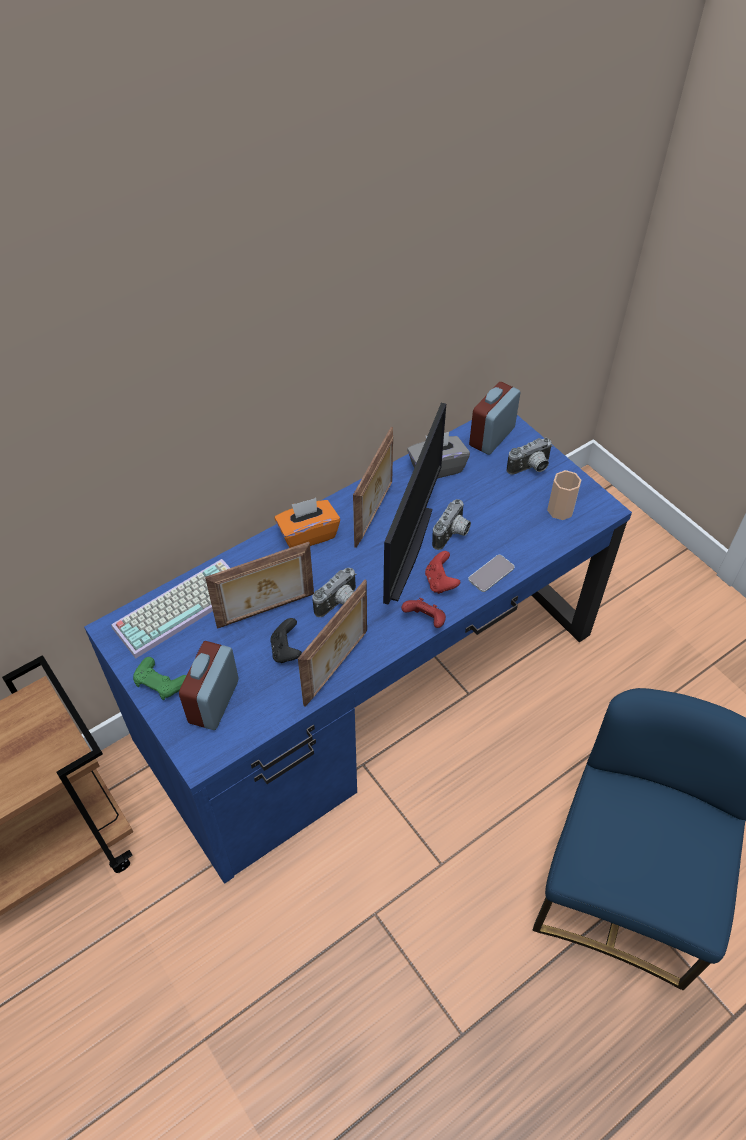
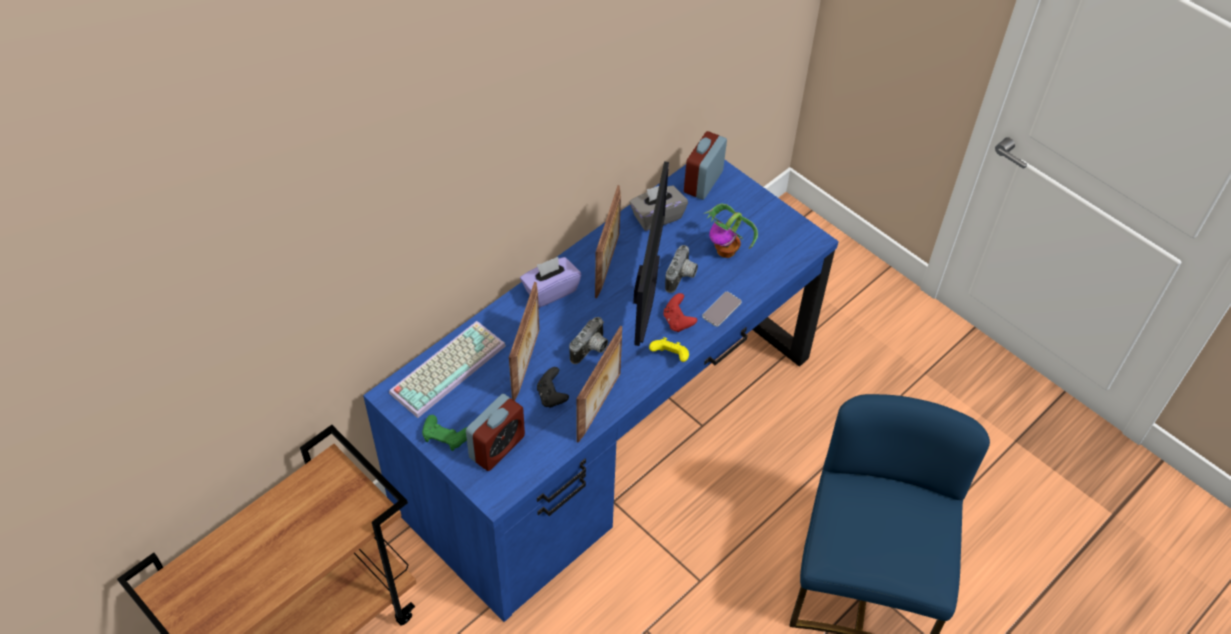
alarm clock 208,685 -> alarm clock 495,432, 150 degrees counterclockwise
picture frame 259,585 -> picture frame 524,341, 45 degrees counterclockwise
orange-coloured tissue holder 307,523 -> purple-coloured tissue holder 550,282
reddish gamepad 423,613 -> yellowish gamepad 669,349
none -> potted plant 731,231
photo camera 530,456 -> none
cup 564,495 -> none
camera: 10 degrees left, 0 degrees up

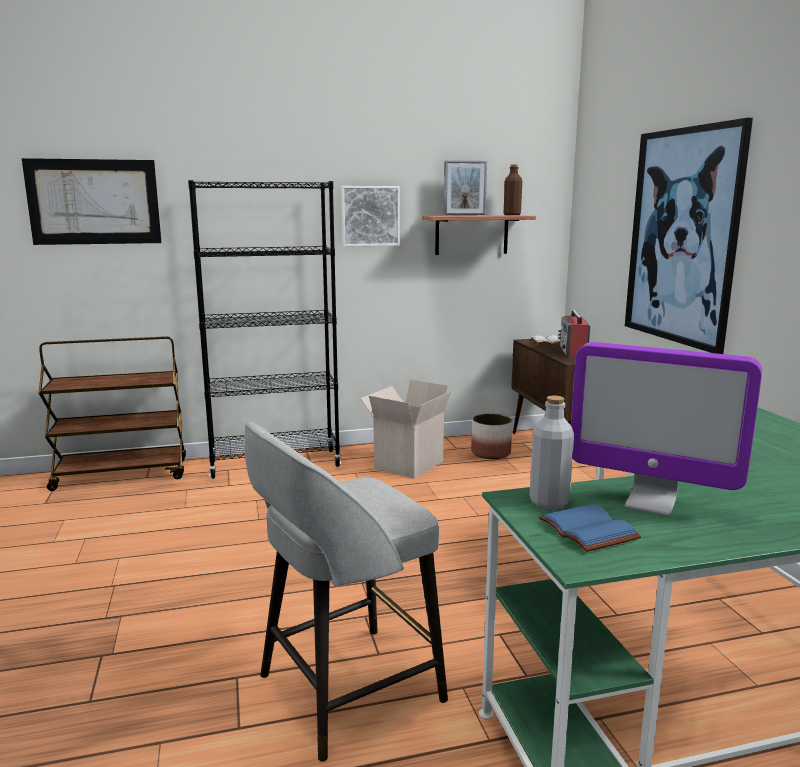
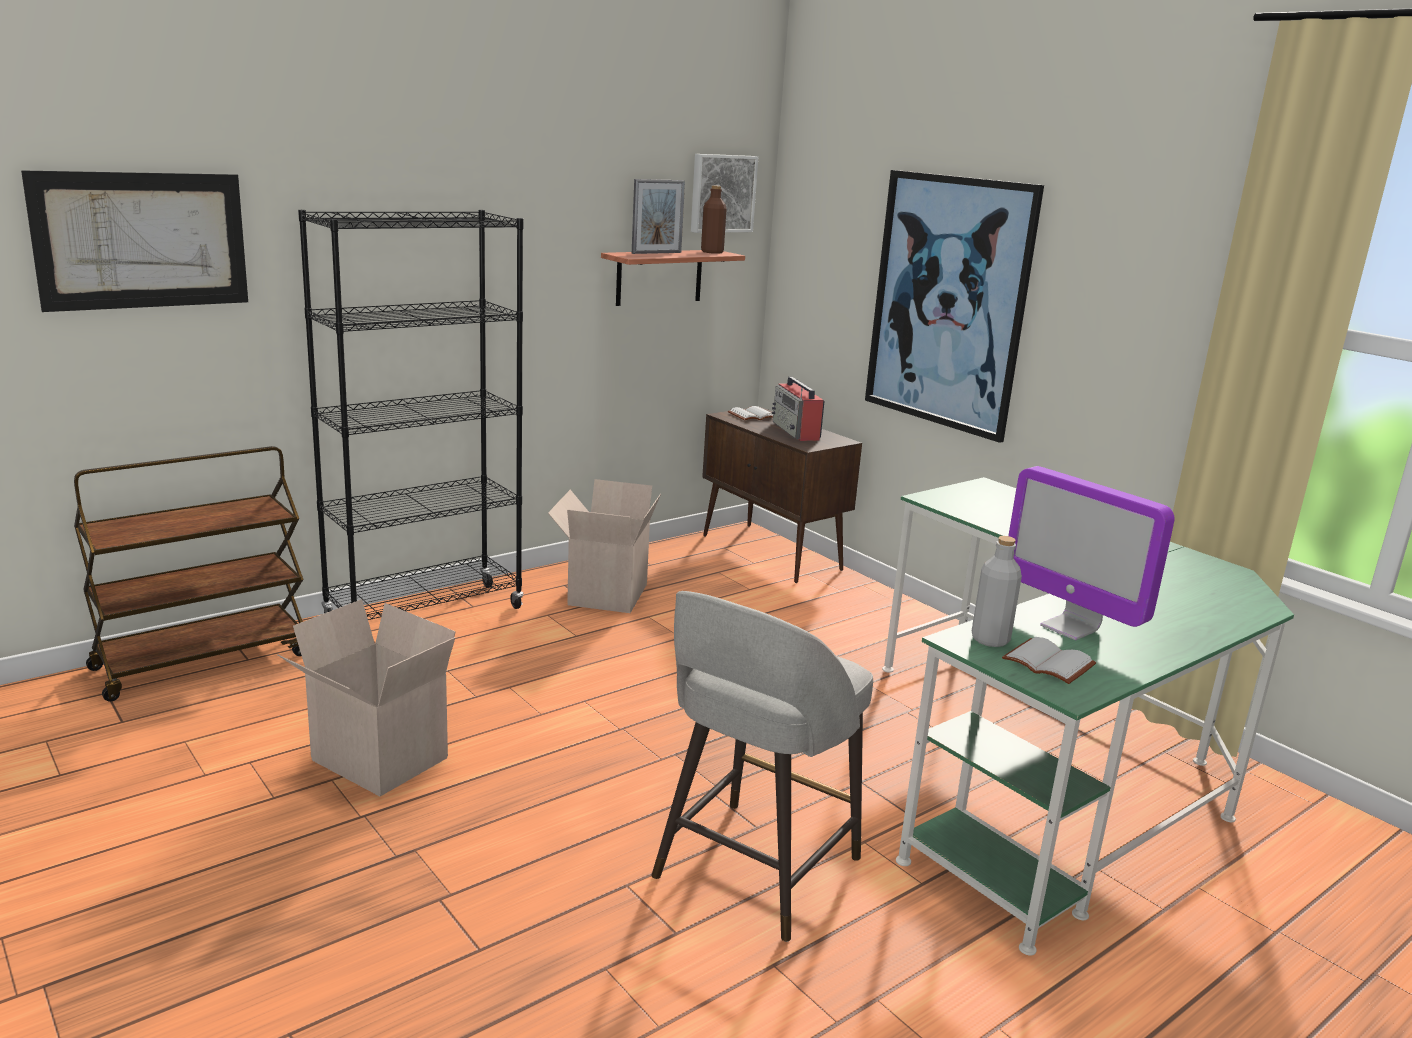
none -> packing box 367,697
picture 370,216 -> picture 724,193, moved
blue bound book 590,528 -> white-coloured bound book 1049,660
computer display 666,429 -> computer display 1091,553, 45 degrees clockwise
plant pot 491,436 -> none
camera: 25 degrees left, 5 degrees up

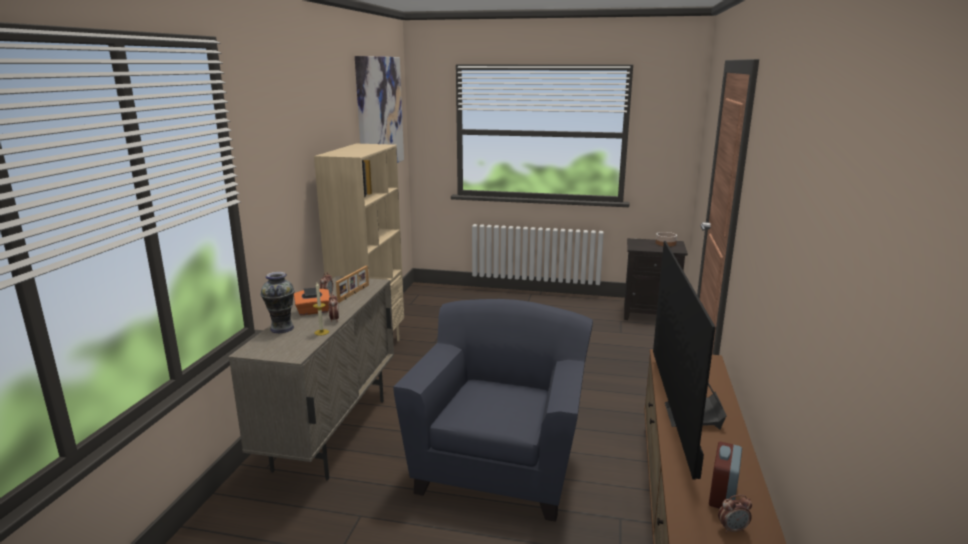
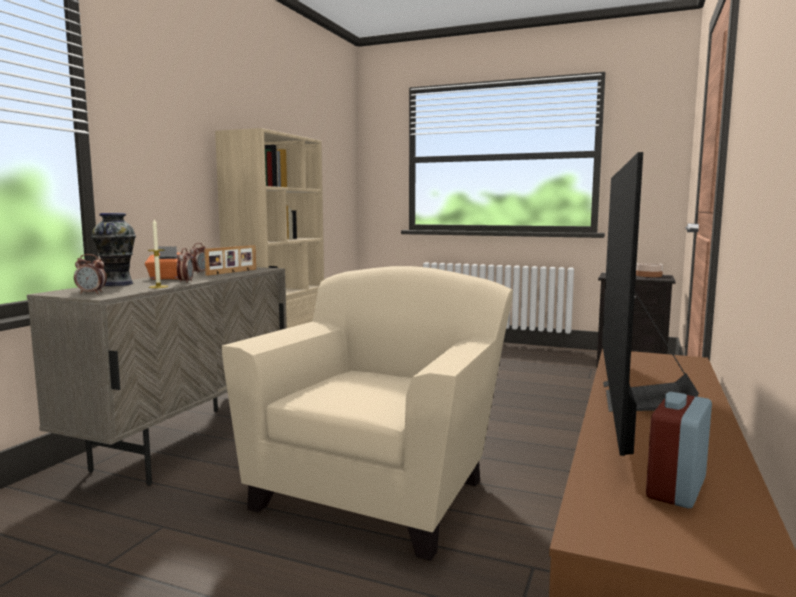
alarm clock 735,514 -> alarm clock 90,274, moved
blue lounge chair 493,410 -> beige lounge chair 367,413
picture 379,109 -> none
camera: 10 degrees right, 10 degrees down

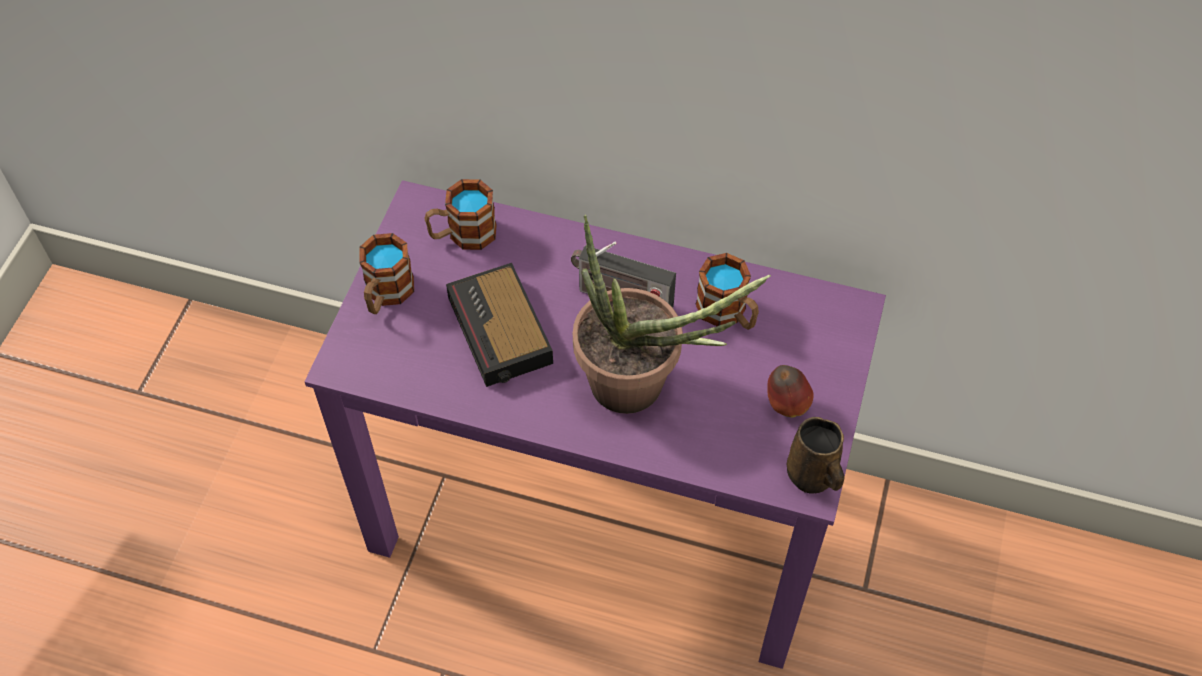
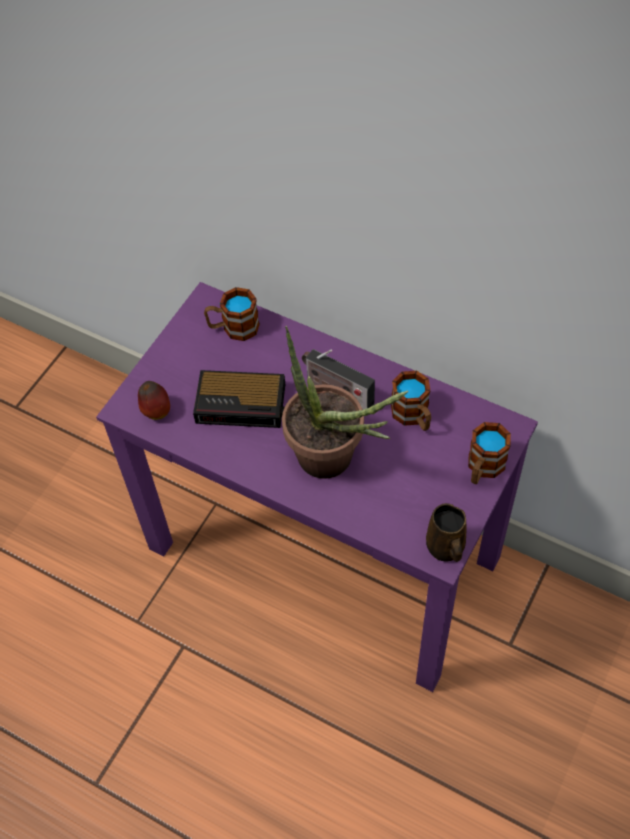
whole apple 790,391 -> whole apple 154,400, moved
alarm clock 499,325 -> alarm clock 239,399, 75 degrees counterclockwise
mug 386,273 -> mug 489,453, moved
camera: 15 degrees right, 0 degrees up

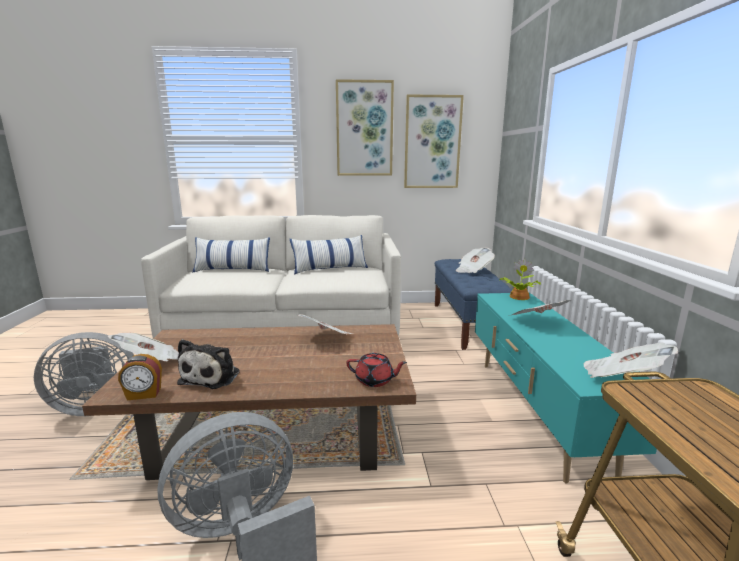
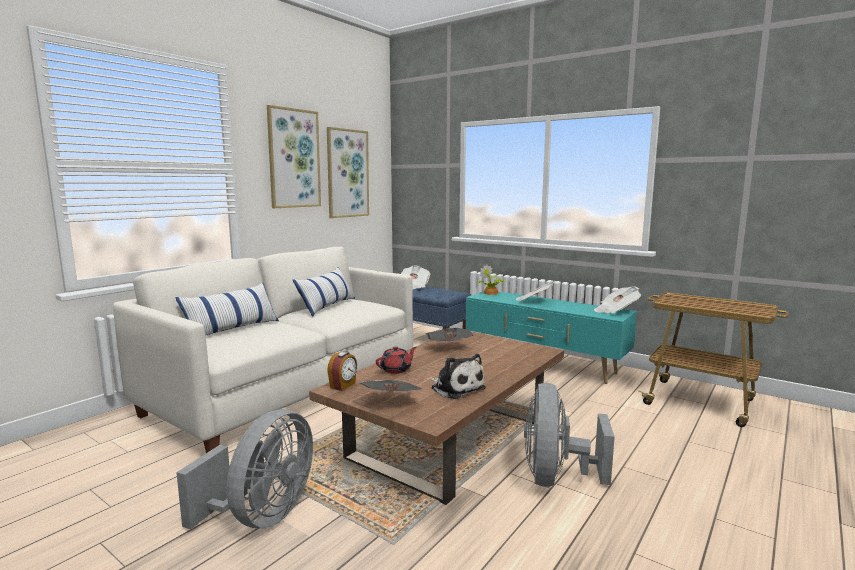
alarm clock 140,377 -> alarm clock 342,371, moved
reddish teapot 376,369 -> reddish teapot 396,360, moved
camera: 50 degrees left, 5 degrees down

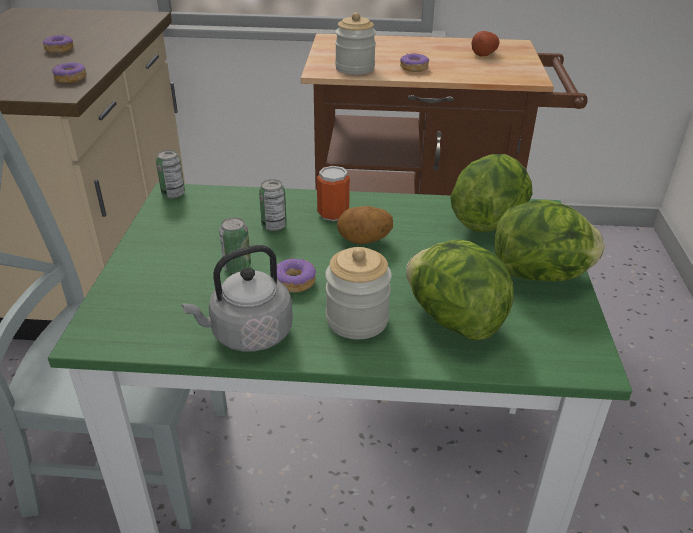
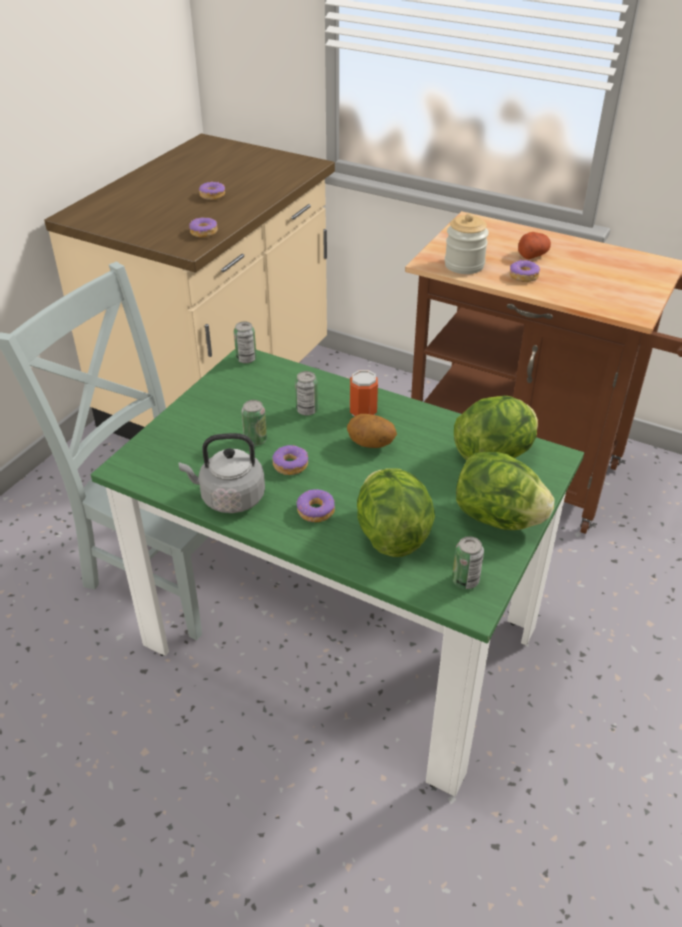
preserve jar 358,293 -> ring doughnut 316,505
none -> metal can 468,562
spud 485,43 -> spud 534,245, moved
camera: 25 degrees right, 5 degrees up

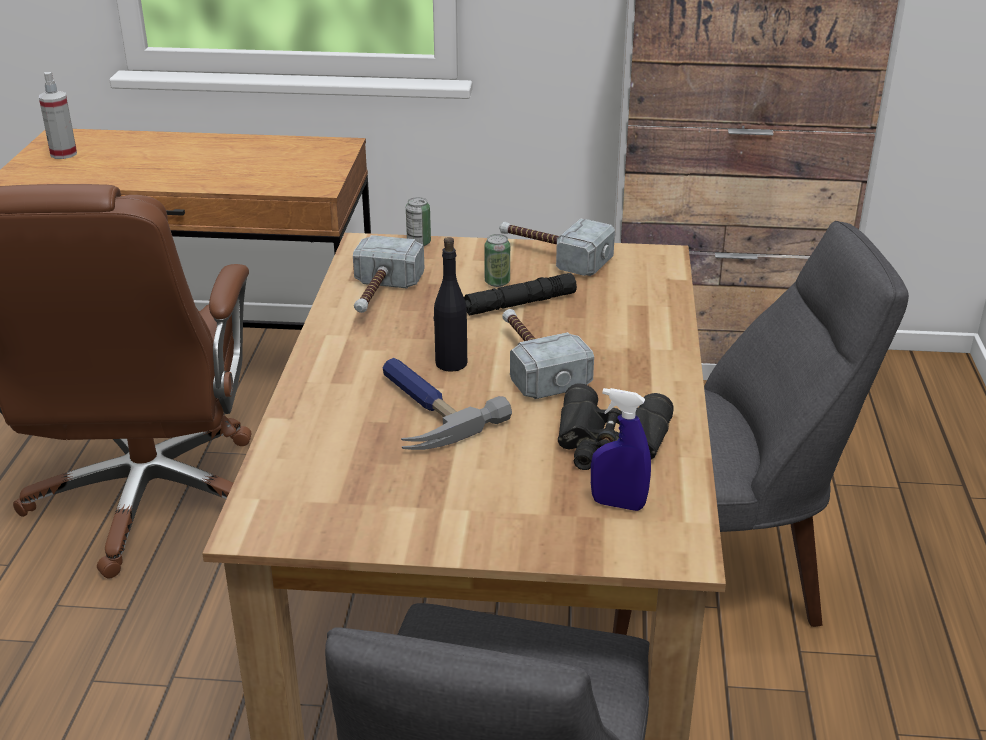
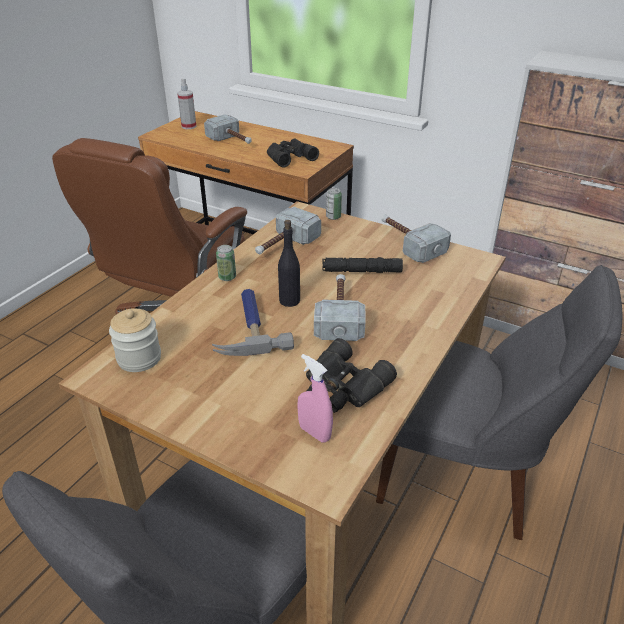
none -> preserve jar 135,340
none -> tool hammer 228,129
metal can 497,260 -> metal can 226,263, moved
none -> black-coloured binoculars 293,153
blue hand sprayer 621,449 -> pinkish hand sprayer 315,398
camera: 25 degrees right, 5 degrees up

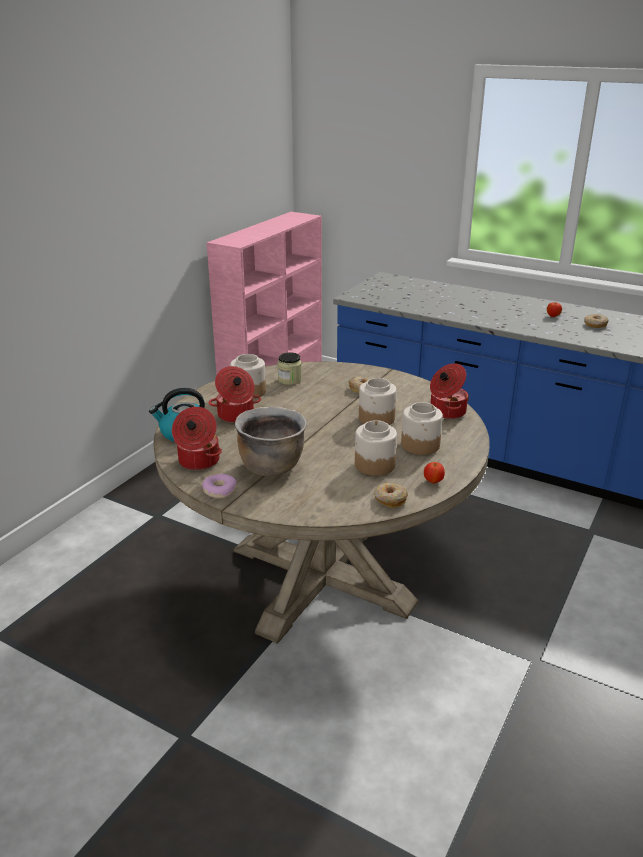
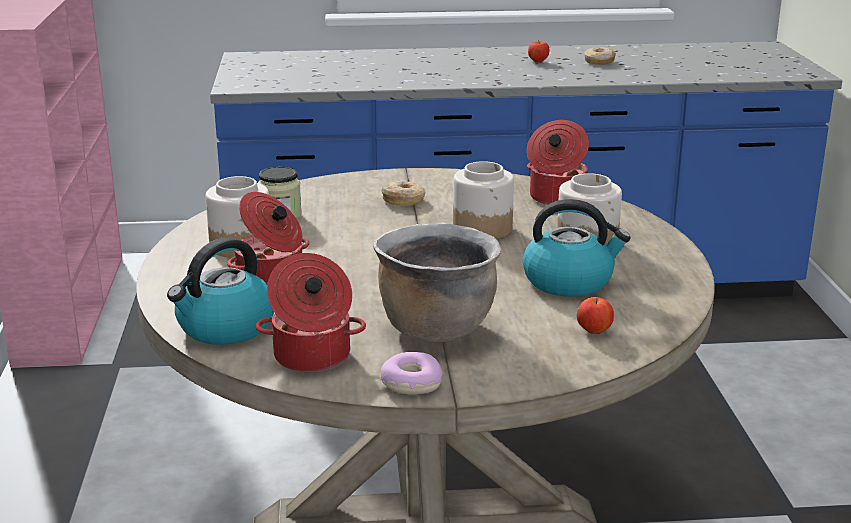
preserve jar 376,448 -> kettle 576,248
whole apple 434,473 -> whole apple 595,315, moved
ring doughnut 391,495 -> none
camera: 35 degrees left, 5 degrees down

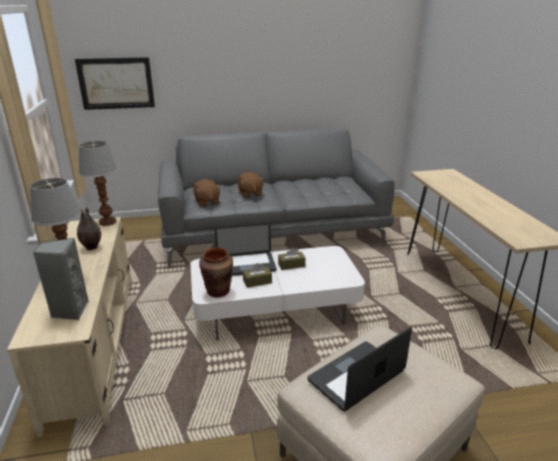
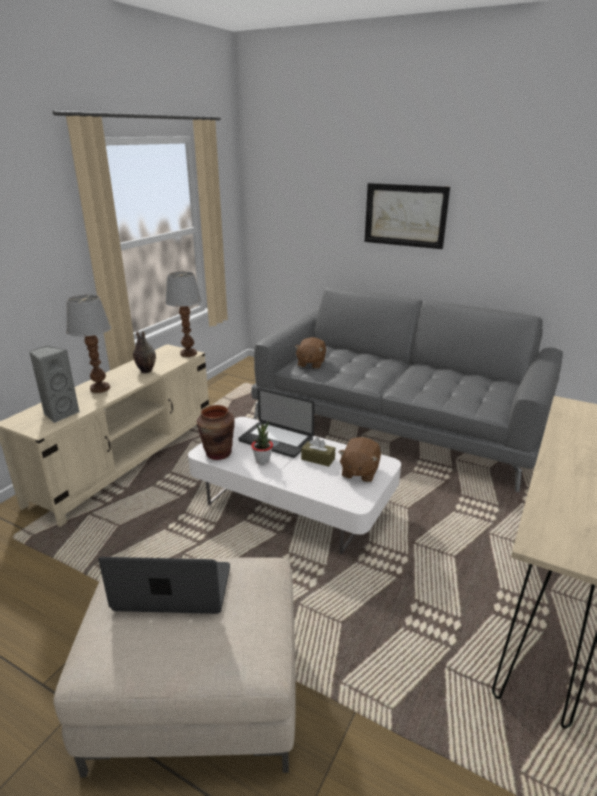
brownish tissue holder 257,275 -> potted plant 262,442
brownish cuddly toy 250,185 -> brownish cuddly toy 360,459, moved
picture 115,83 -> picture 407,216, moved
camera: 40 degrees right, 0 degrees up

